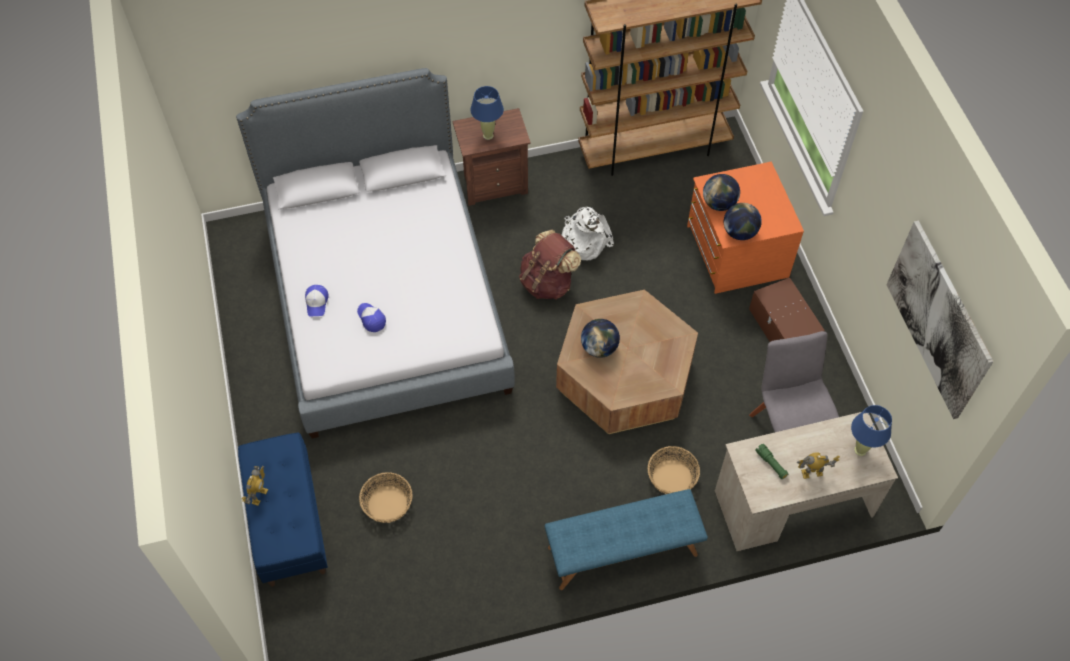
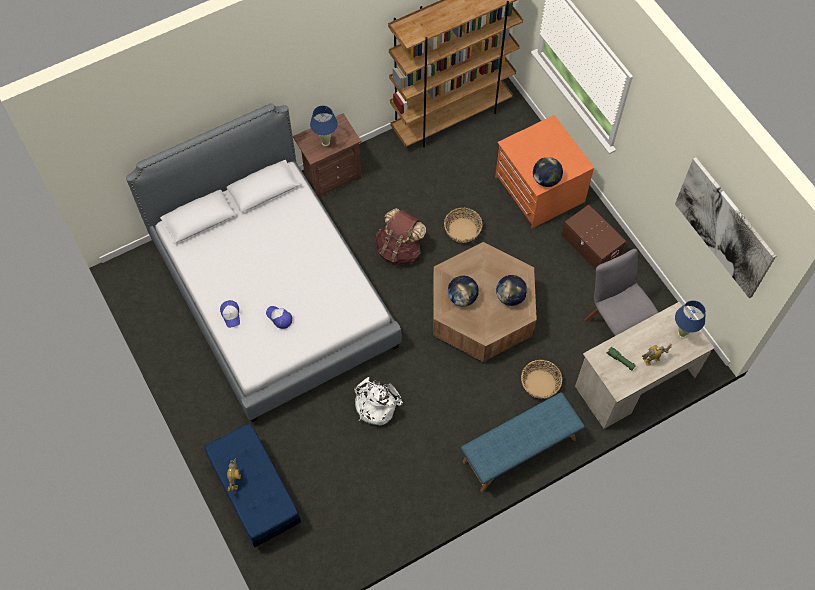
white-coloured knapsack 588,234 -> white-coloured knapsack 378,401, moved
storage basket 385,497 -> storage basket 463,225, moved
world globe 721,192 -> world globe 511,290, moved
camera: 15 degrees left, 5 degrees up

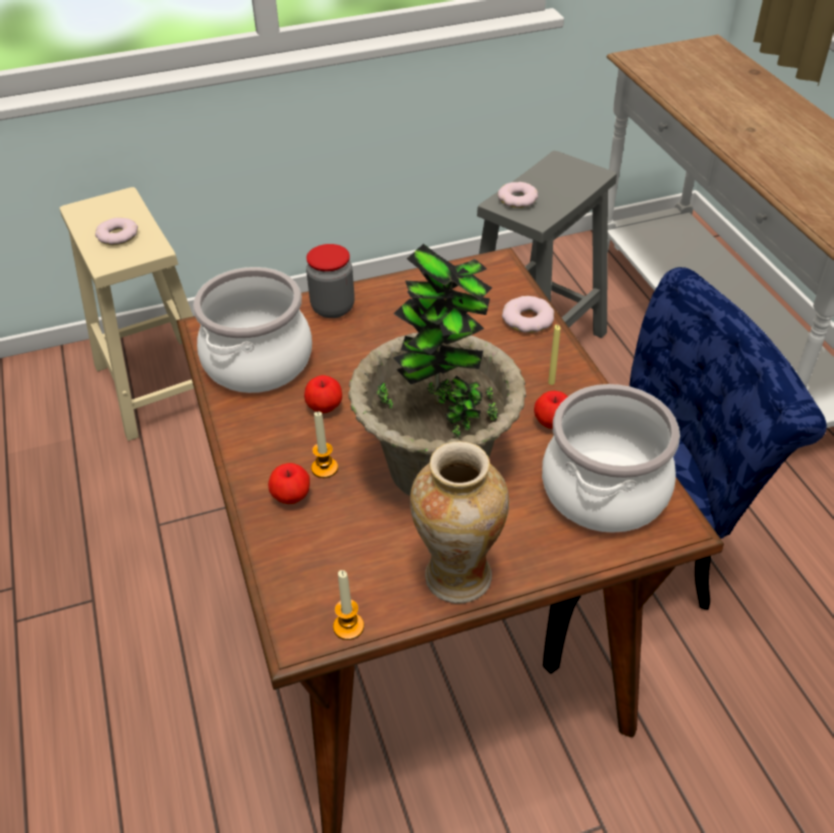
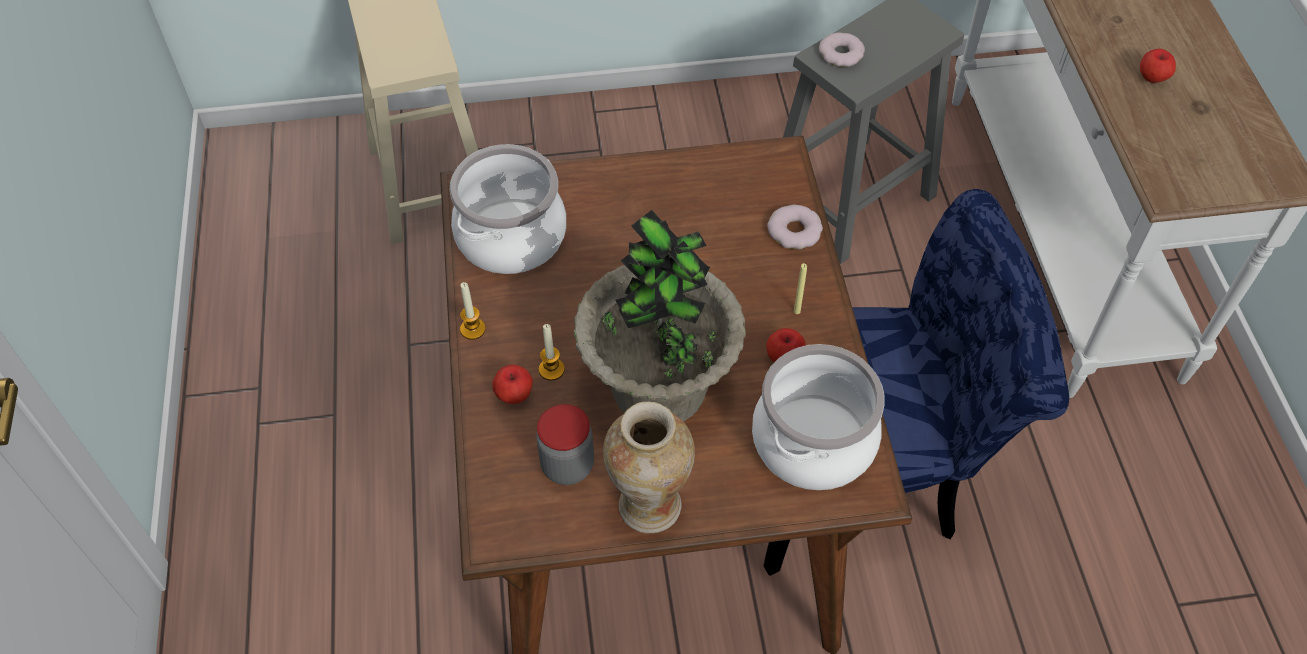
wax light 348,605 -> wax light 473,311, moved
preserve jar 330,281 -> preserve jar 565,444, moved
whole apple 323,394 -> whole apple 1158,66, moved
ring doughnut 116,231 -> none
camera: 10 degrees right, 10 degrees up

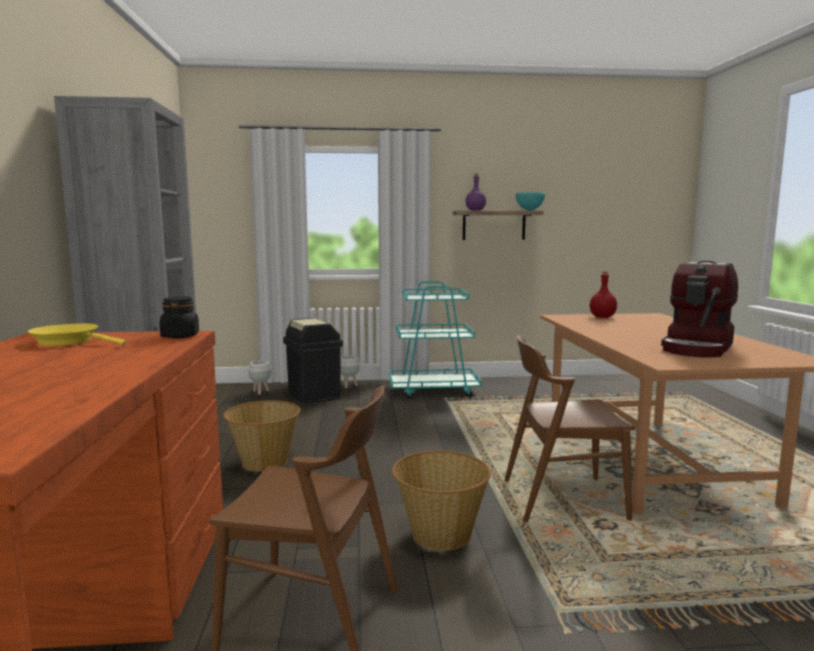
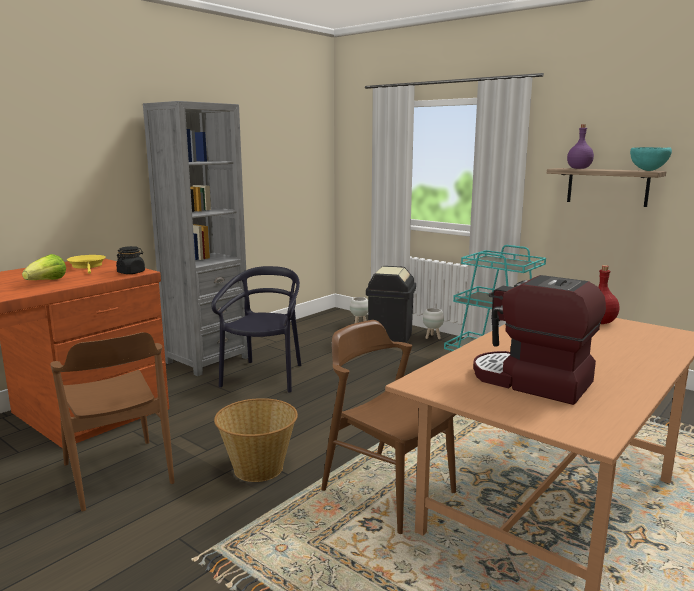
none -> lettuce 44,267
storage basket 261,435 -> black-coloured plain chair 256,329
coffee brewer 699,309 -> coffee brewer 539,340, 45 degrees clockwise
camera: 45 degrees right, 5 degrees up

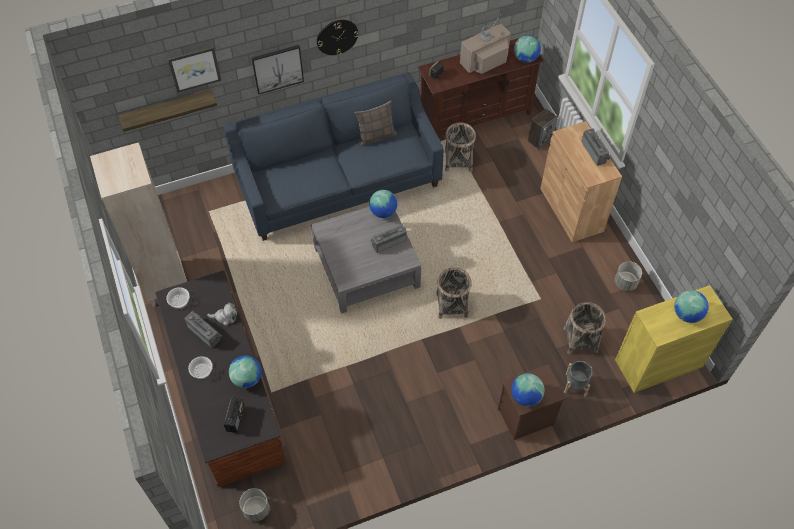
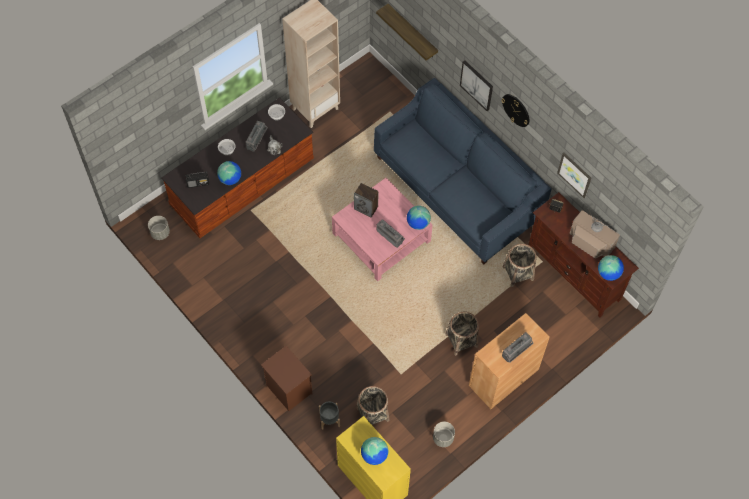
grey low table 366,260 -> pinkish low table 382,229
audio speaker 543,129 -> audio speaker 366,200, moved
storage basket 454,293 -> storage basket 462,333, moved
picture 194,70 -> picture 574,175, moved
pillow 376,123 -> none
world globe 527,390 -> none
camera: 70 degrees right, 5 degrees up

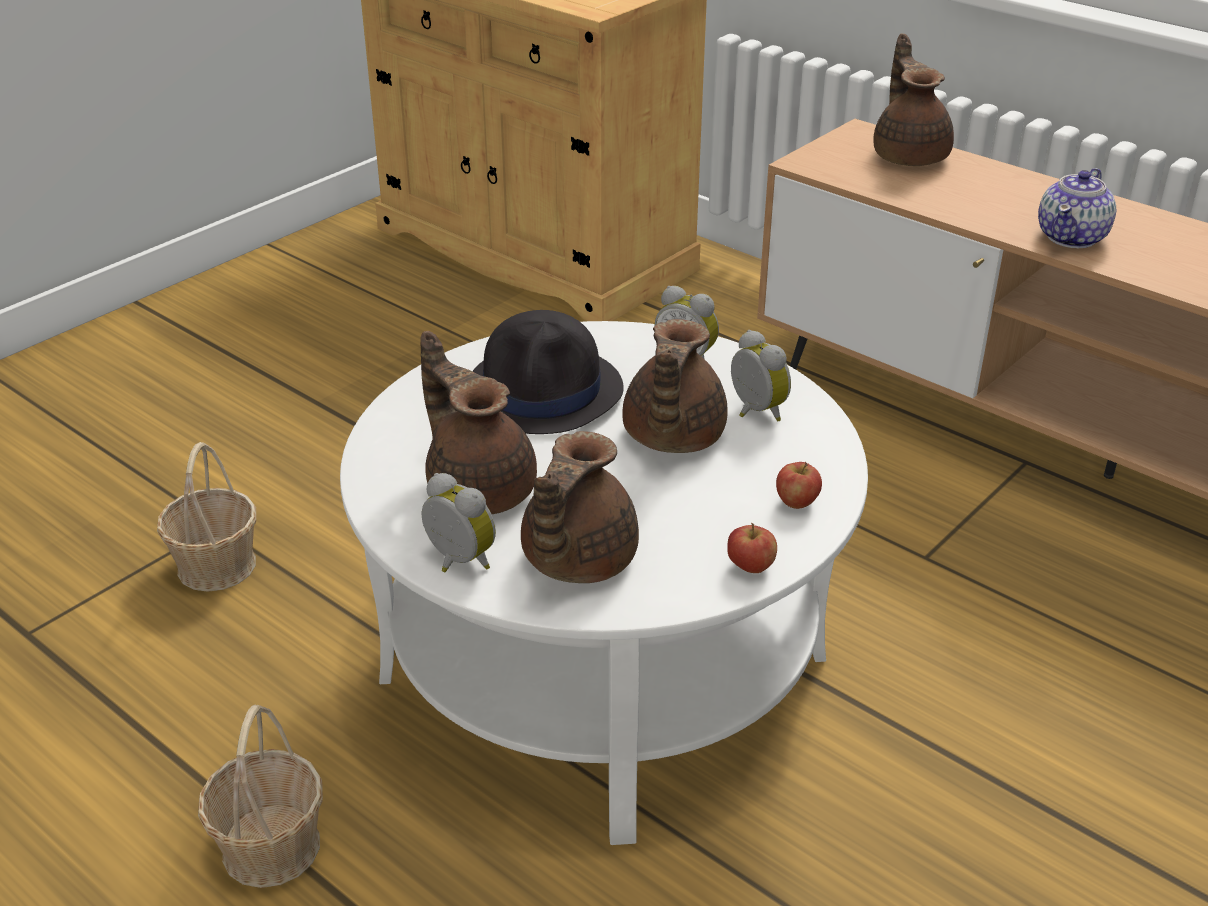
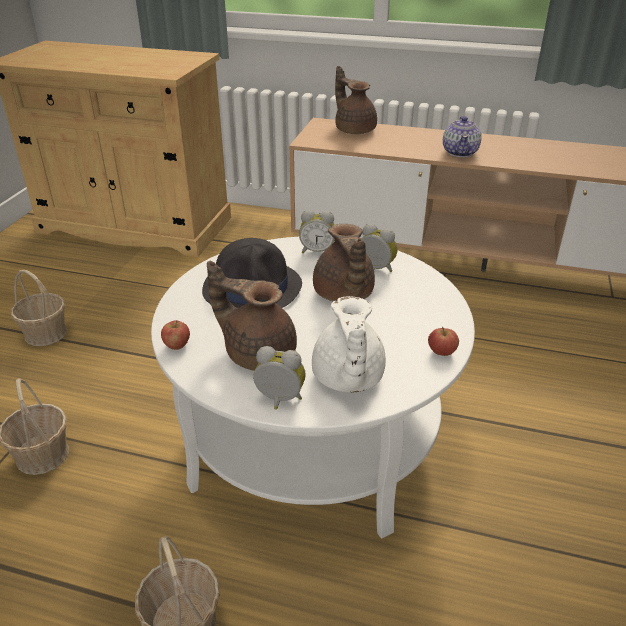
none -> storage basket 39,308
whole apple 799,485 -> whole apple 175,335, moved
brownish teapot 580,507 -> white-coloured teapot 349,344
camera: 25 degrees left, 0 degrees up

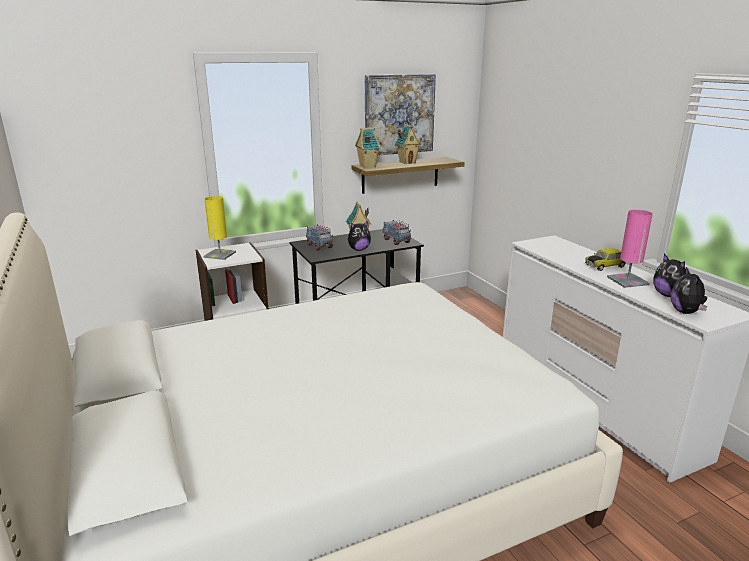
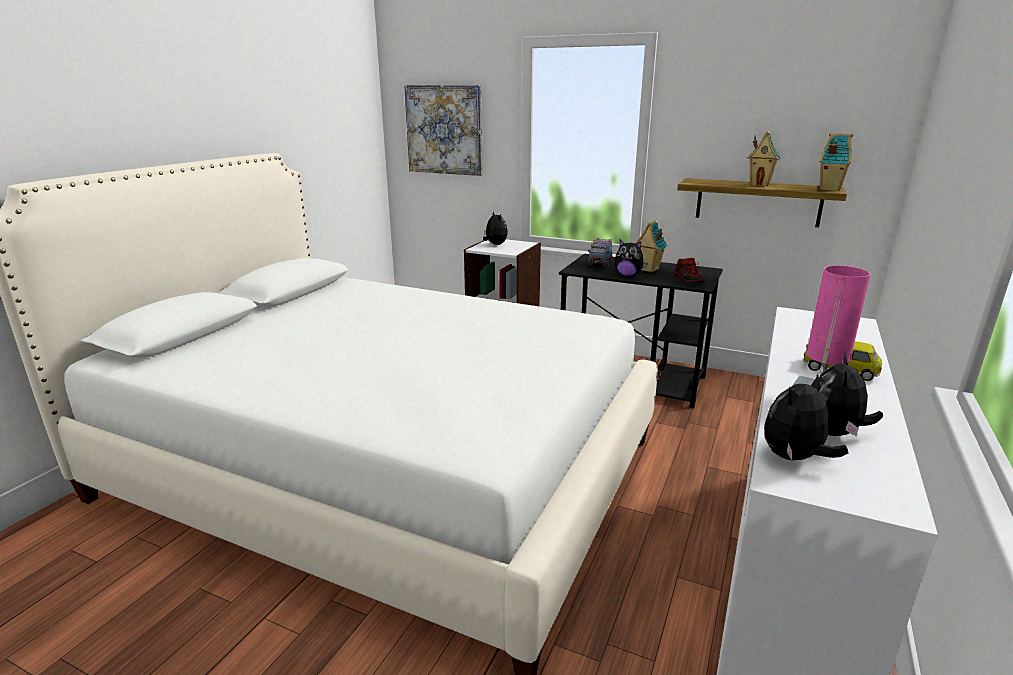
picture 400,114 -> picture 443,130, moved
yellowish tabletop lamp 219,228 -> cuddly toy 495,228
model truck 397,232 -> low shoe 689,270
toy house 367,147 -> toy house 836,162, moved
camera: 50 degrees right, 0 degrees up

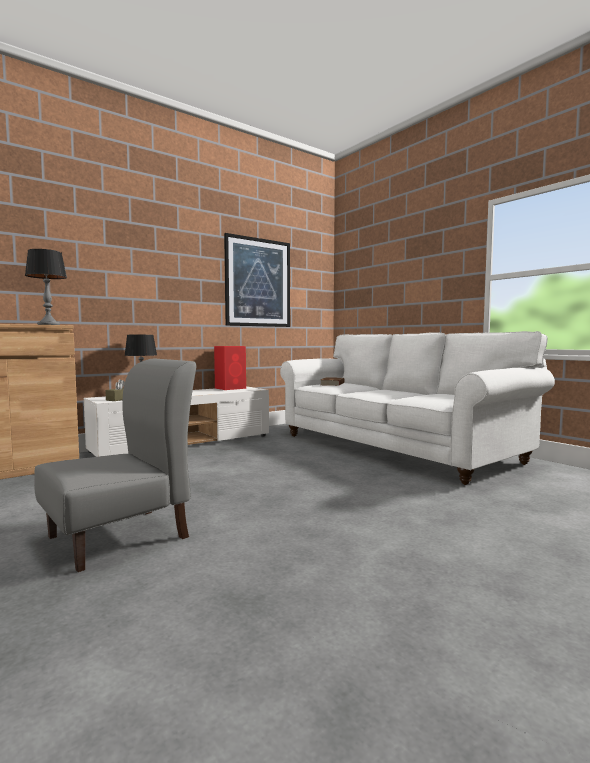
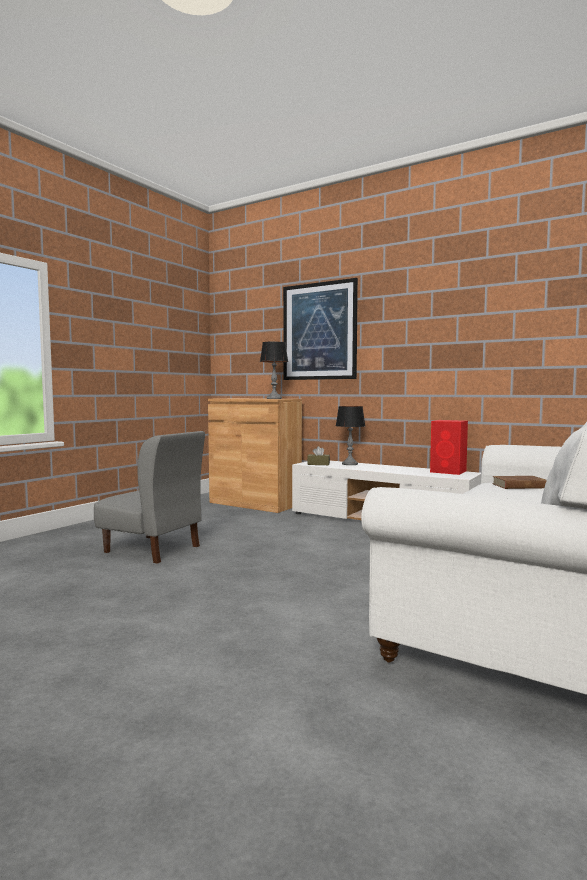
picture 257,280 -> picture 320,329, moved
camera: 70 degrees right, 0 degrees up

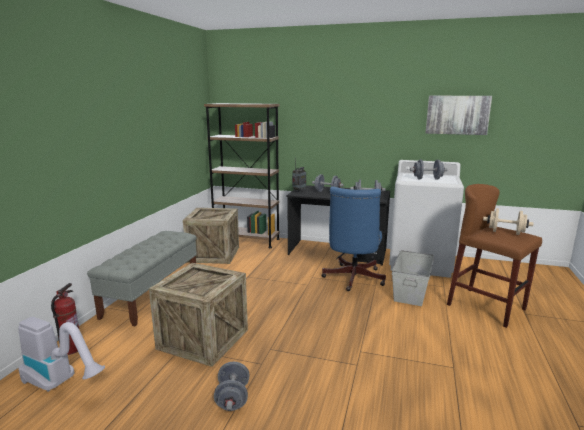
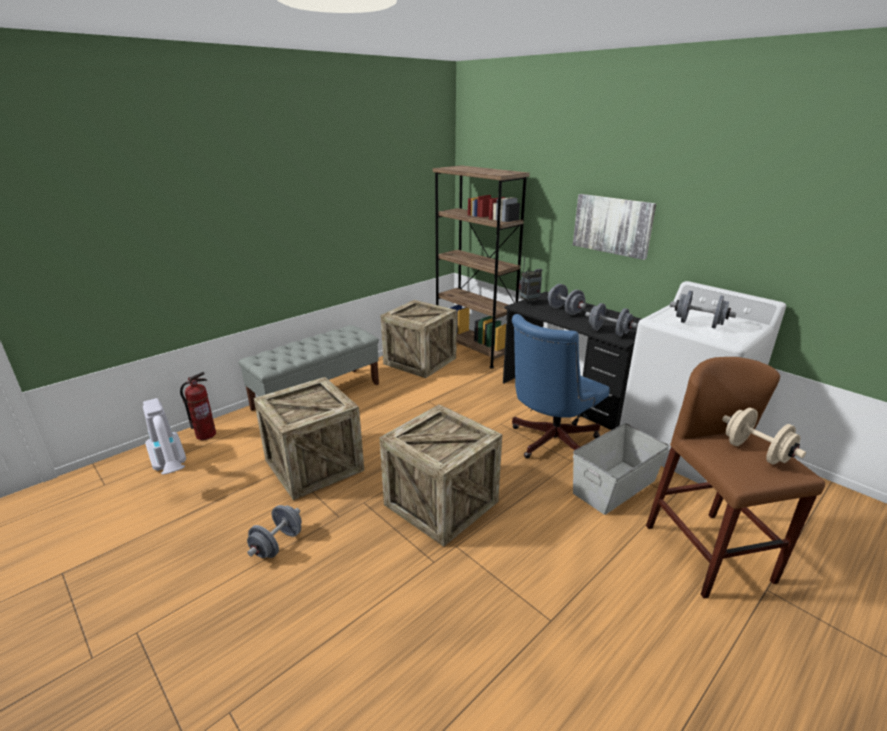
none -> crate 440,475
picture 459,115 -> picture 614,227, moved
camera: 30 degrees right, 10 degrees up

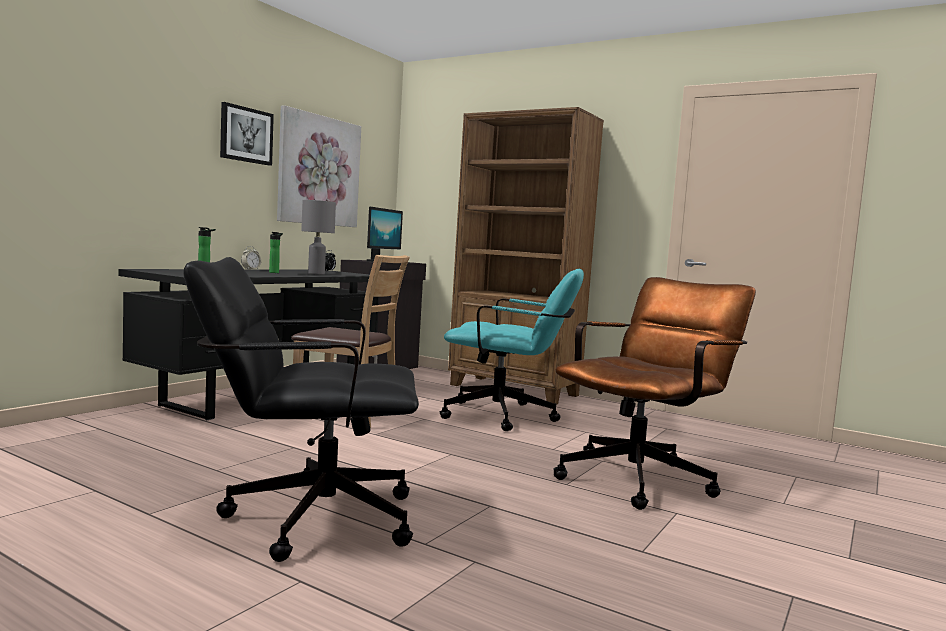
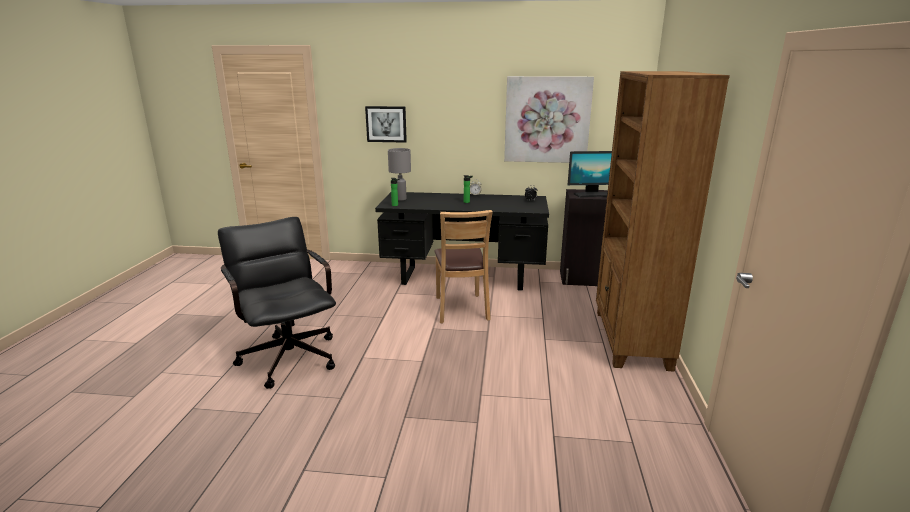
picture 247,134 -> picture 386,124, moved
grey tabletop lamp 318,237 -> grey tabletop lamp 399,174, moved
turquoise desk chair 511,350 -> none
brownish desk chair 655,393 -> none
camera: 65 degrees right, 15 degrees up

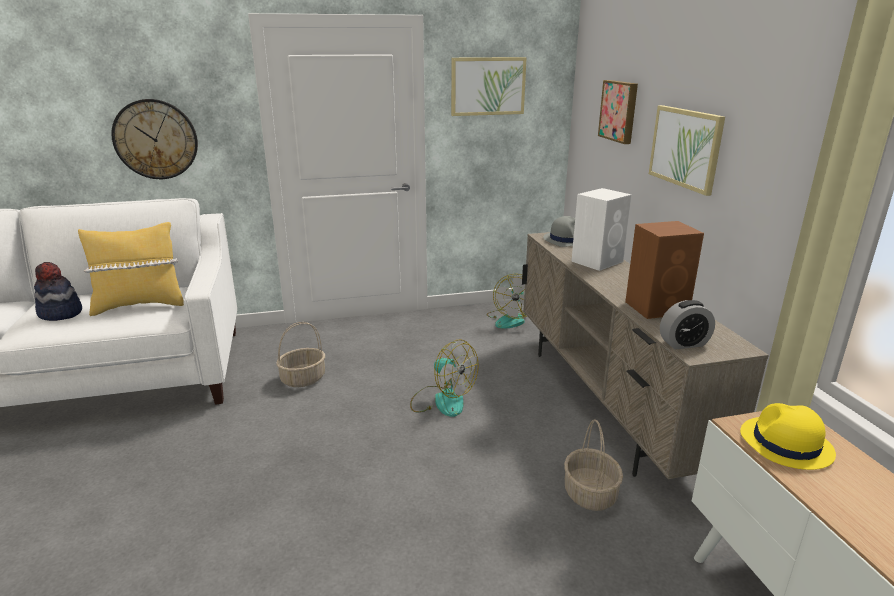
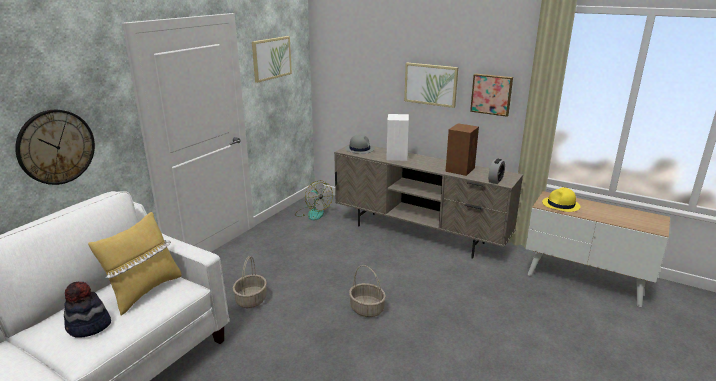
storage basket 593,465 -> storage basket 367,291, moved
picture 618,112 -> picture 491,95, moved
cooling fan 444,378 -> none
camera: 45 degrees left, 0 degrees up

